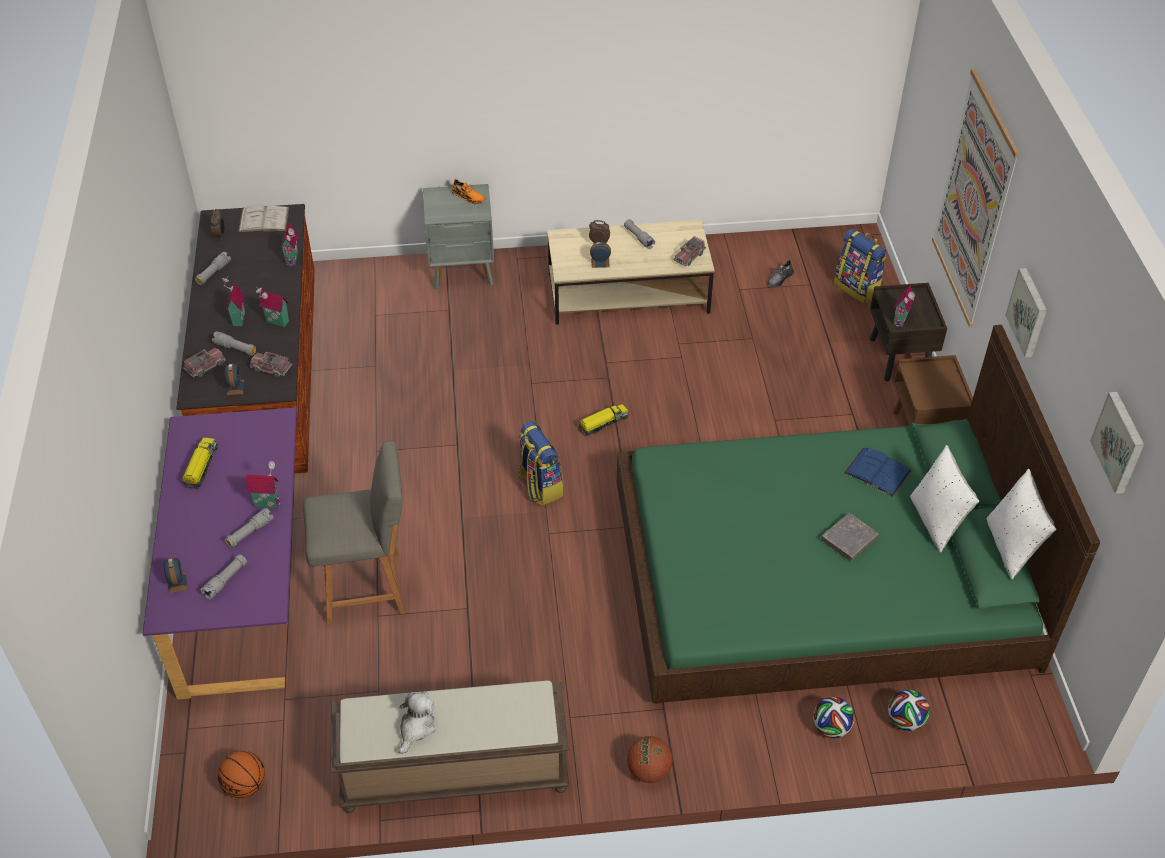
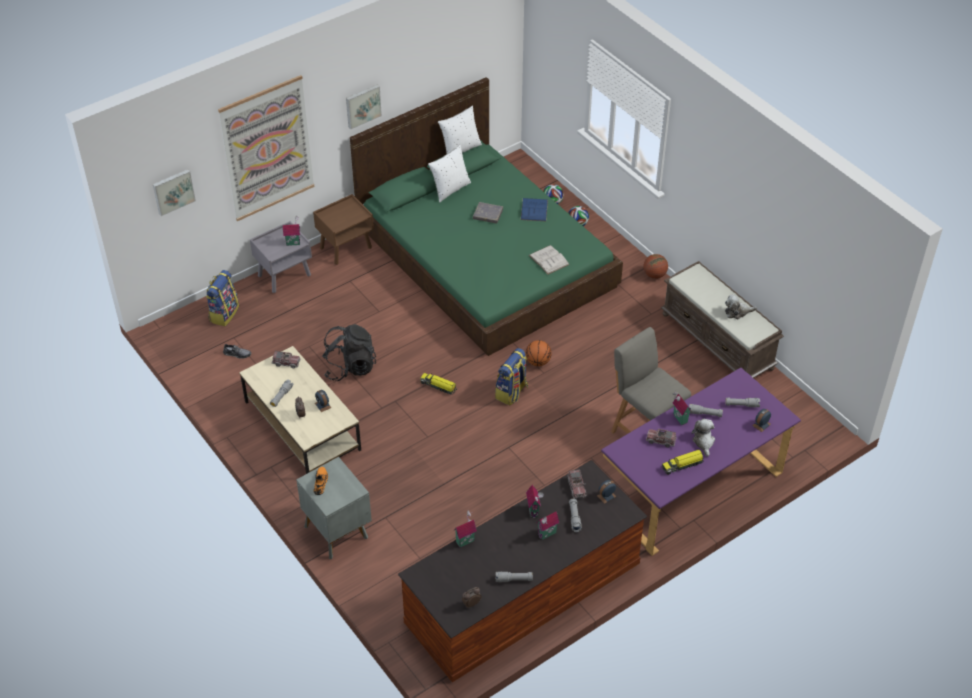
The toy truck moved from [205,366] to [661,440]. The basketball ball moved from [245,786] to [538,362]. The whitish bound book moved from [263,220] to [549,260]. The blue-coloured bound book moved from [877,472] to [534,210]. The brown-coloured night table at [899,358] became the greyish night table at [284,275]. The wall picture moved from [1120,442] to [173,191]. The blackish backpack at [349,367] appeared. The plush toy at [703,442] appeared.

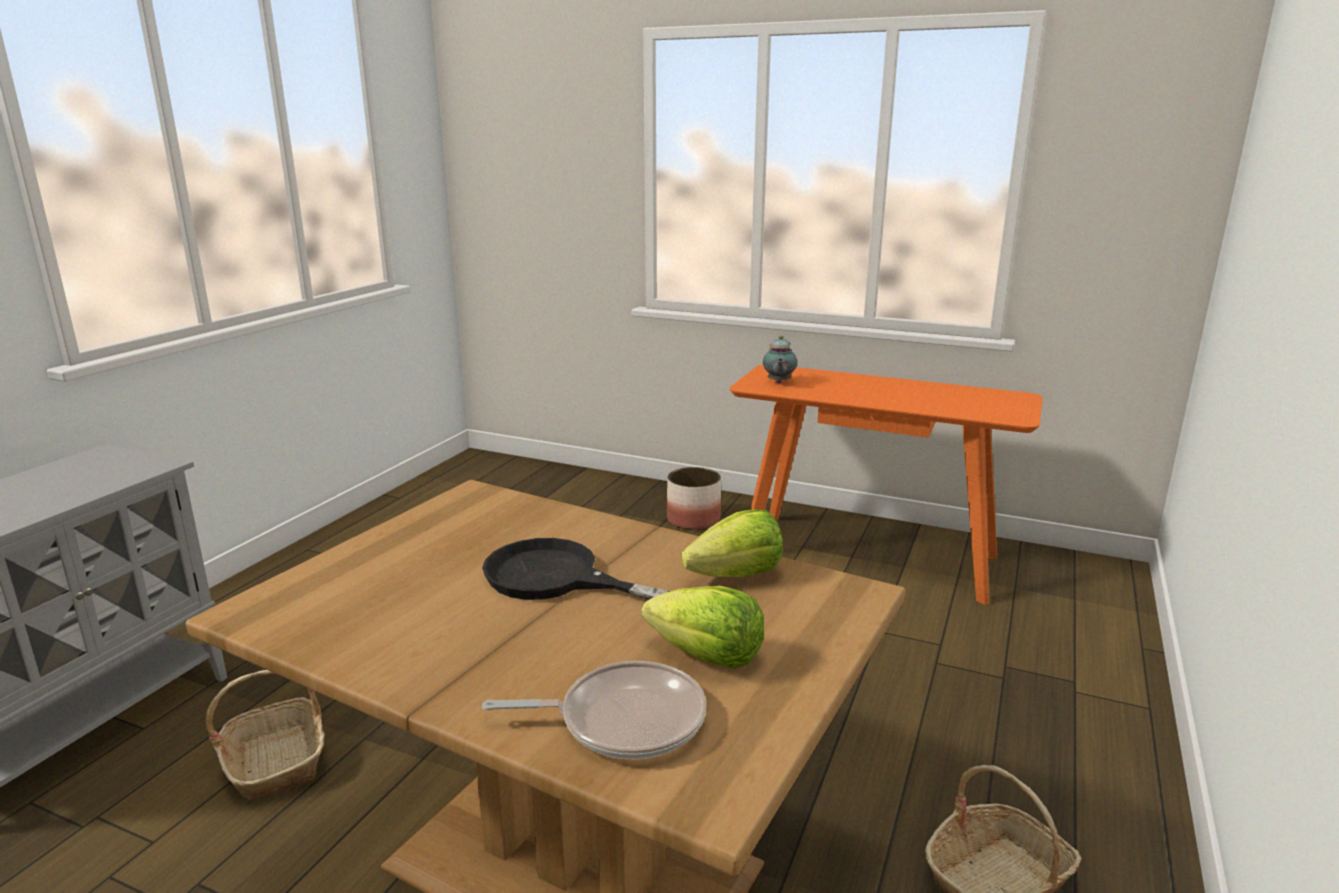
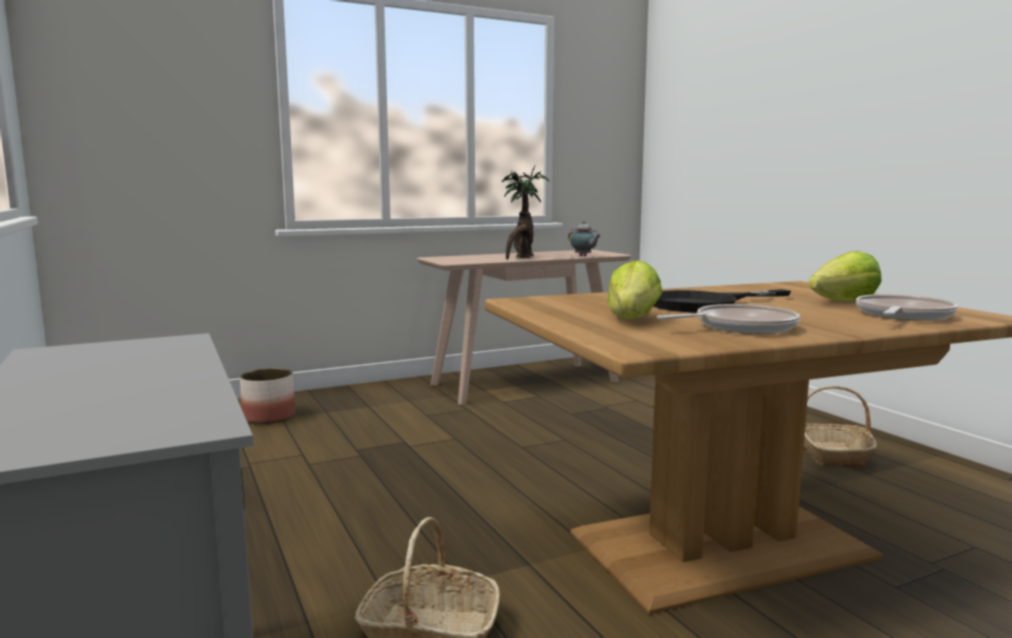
The flower pot moved from [693,520] to [269,417]. The head of lettuce moved from [737,575] to [632,319]. The orangey hall table at [868,555] became the beige hall table at [525,382]. The tea pot moved from [778,382] to [583,256]. The potted plant at [521,258] appeared. The frying pan at [739,327] appeared.

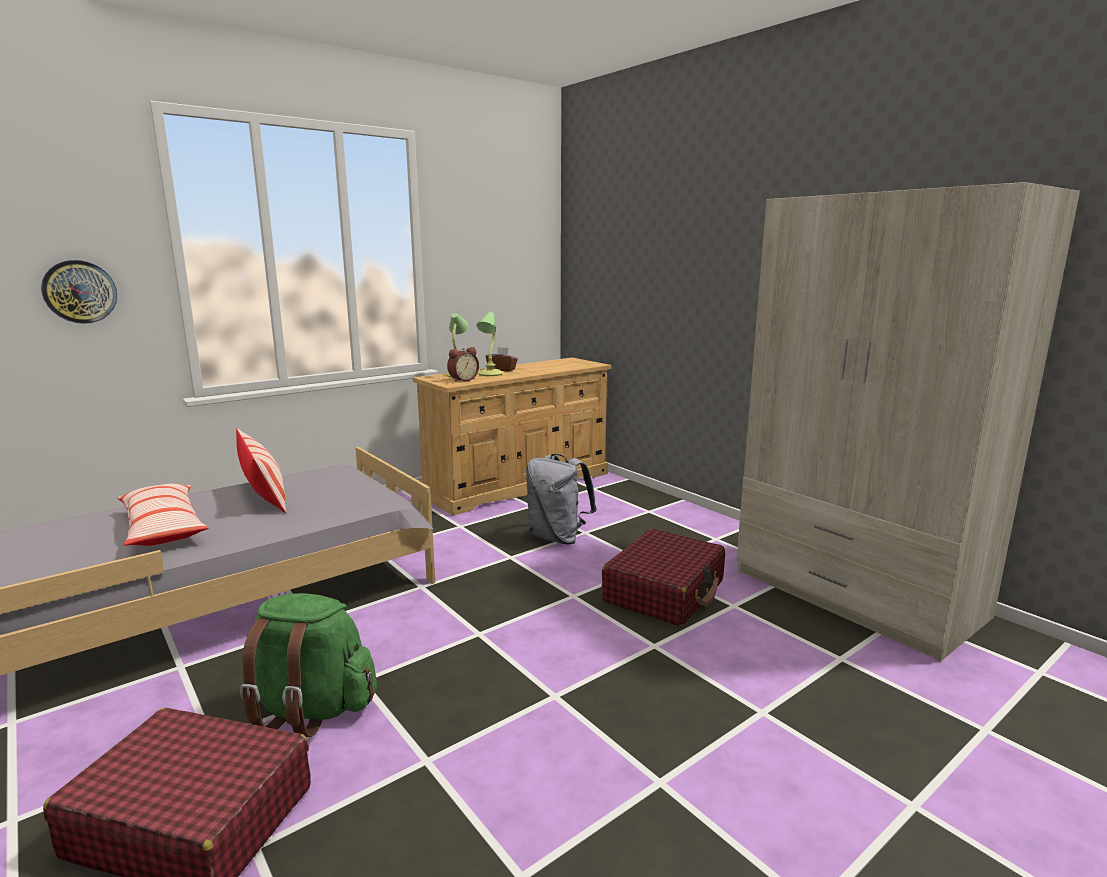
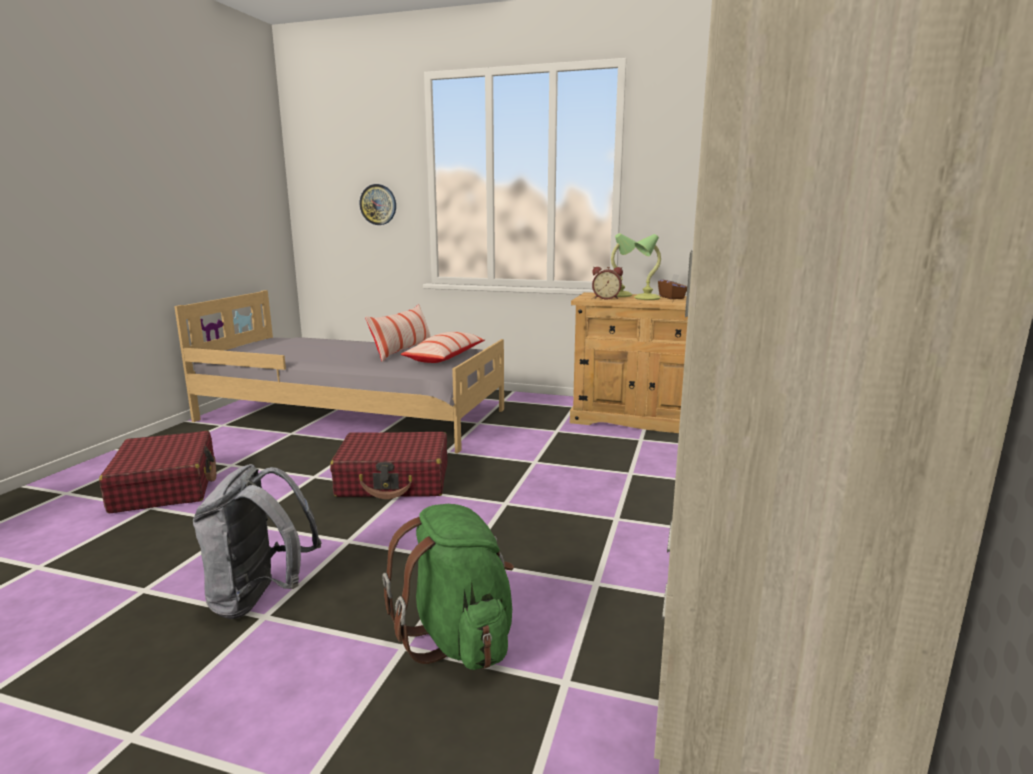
The cushion moved from [163,527] to [445,357]. The green backpack moved from [311,709] to [458,638]. The greyish backpack moved from [558,537] to [260,599]. The red-coloured piece of luggage moved from [664,591] to [394,480].

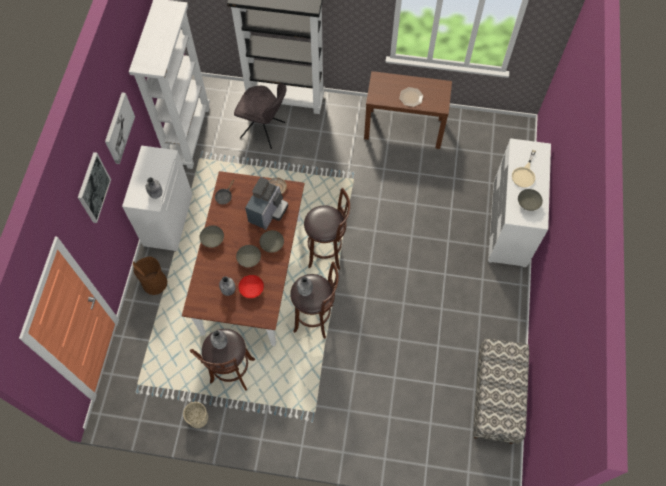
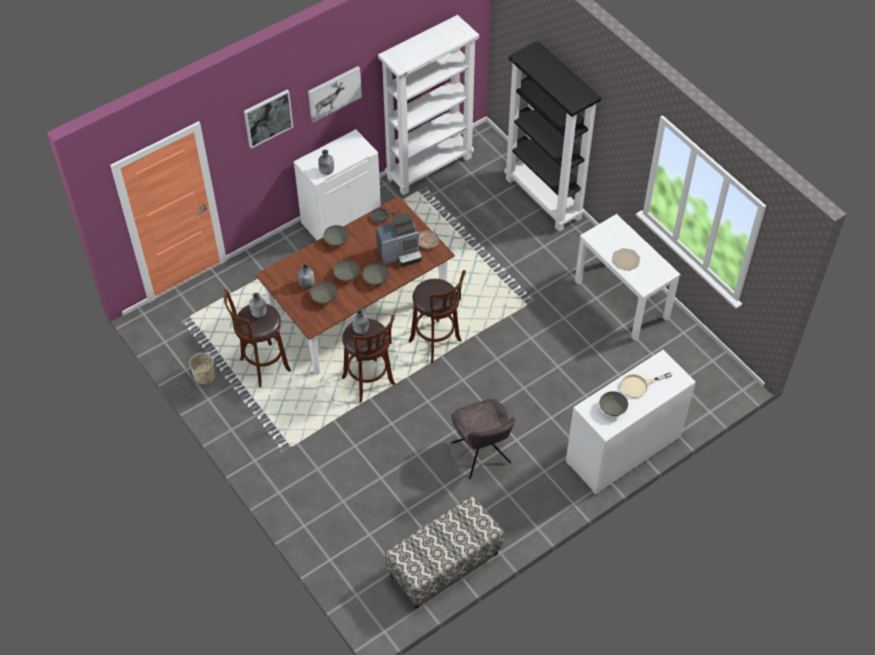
The brown-coloured trash can at [155,283] disappeared. The greyish chair moved from [264,131] to [482,455]. The red-coloured serving bowl at [251,289] became the greyish serving bowl at [324,297]. The brown-coloured hall table at [404,128] became the whitish hall table at [622,299].

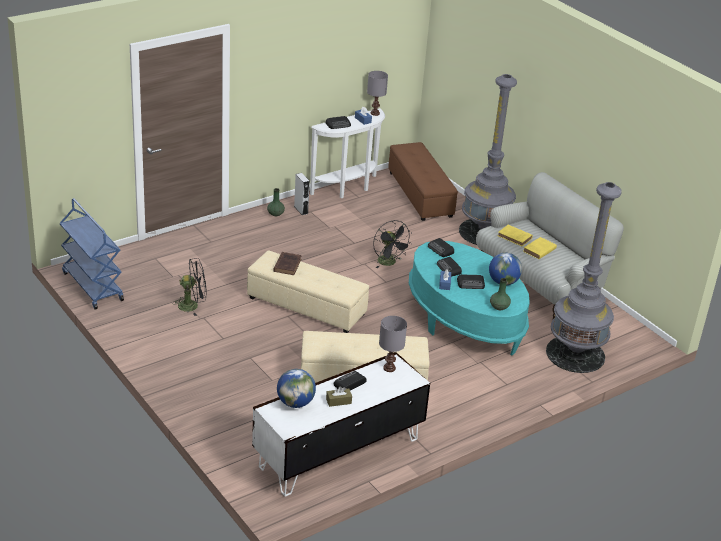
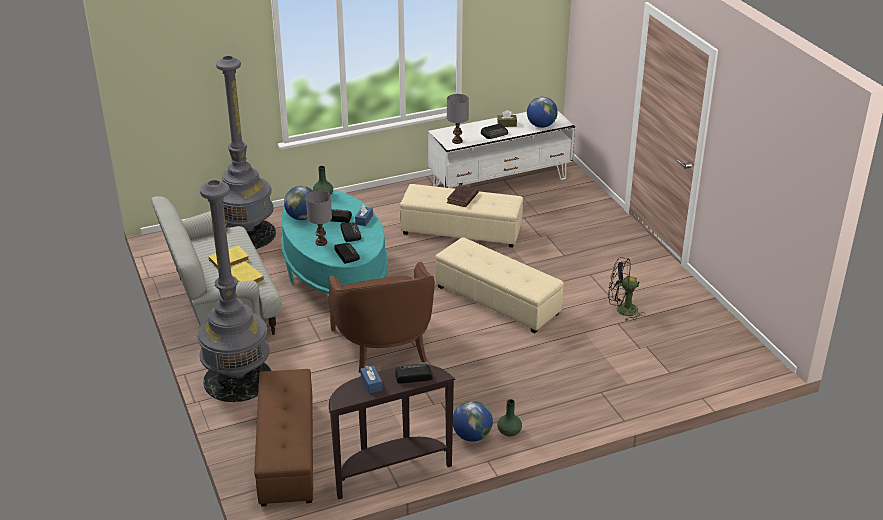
The blue-coloured cart at [92,286] disappeared. The brown-coloured bound book moved from [287,265] to [462,198]. The greyish speaker at [301,210] was replaced by the globe at [472,436]. The whitish hall table at [348,189] became the brown-coloured hall table at [390,472]. The greyish tabletop lamp moved from [375,113] to [320,242]. The blackish electric fan at [389,263] was replaced by the brown-coloured armchair at [384,344].

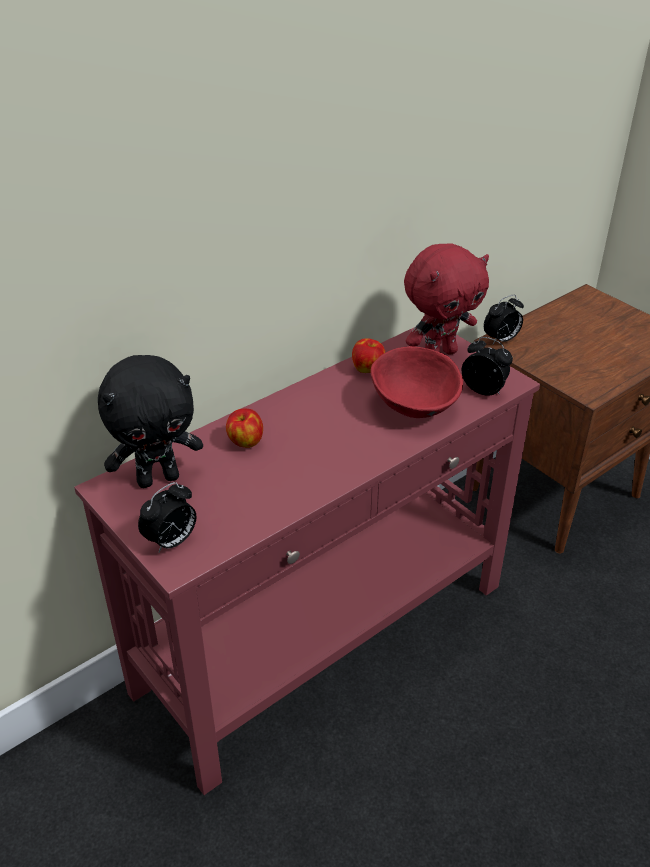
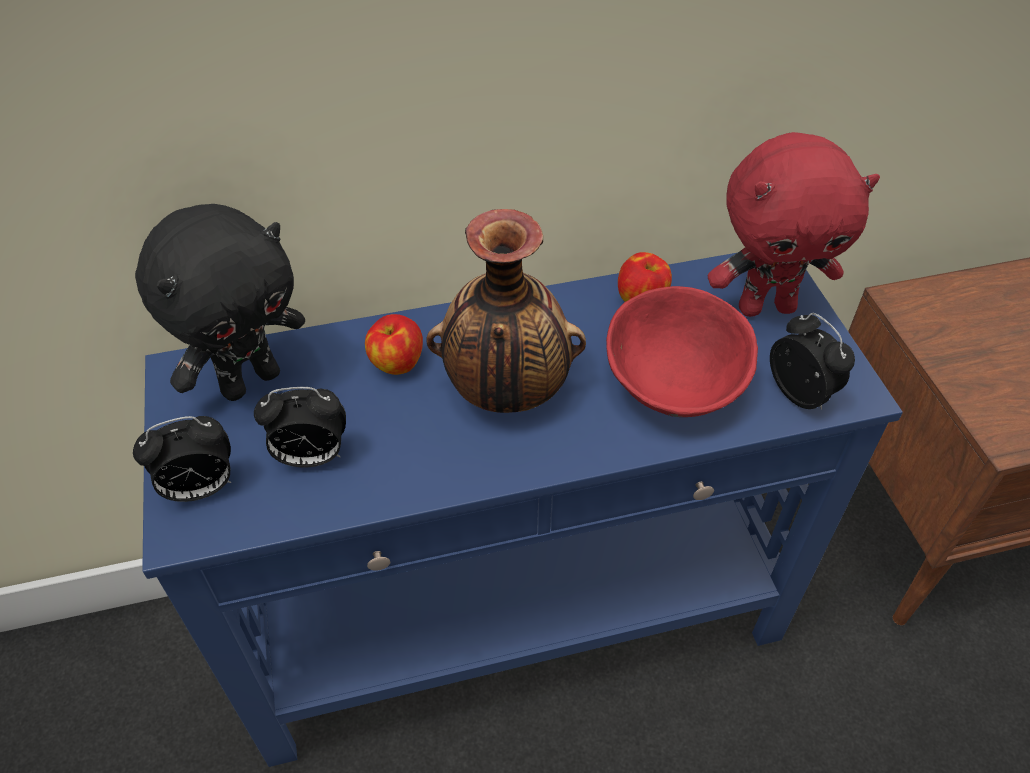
The red-coloured hall table at [326,637] became the blue-coloured hall table at [517,618]. The blackish plush toy at [158,478] turned 45 degrees counterclockwise. The bedside clock moved from [501,340] to [311,457]. The decorative vase at [506,391] appeared.

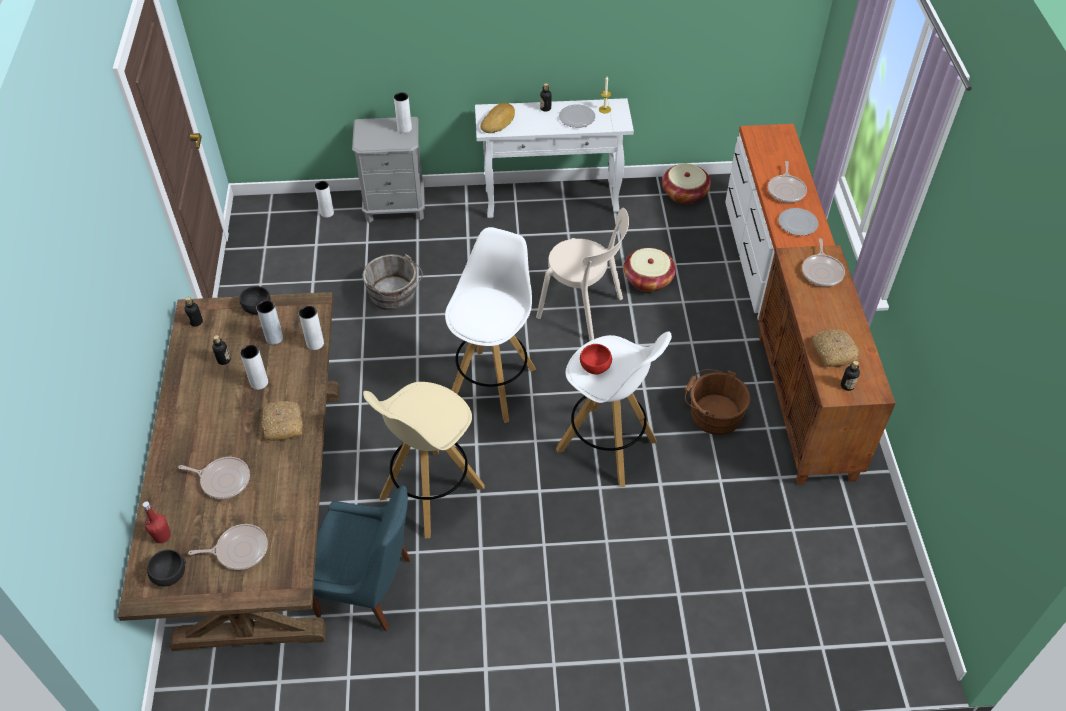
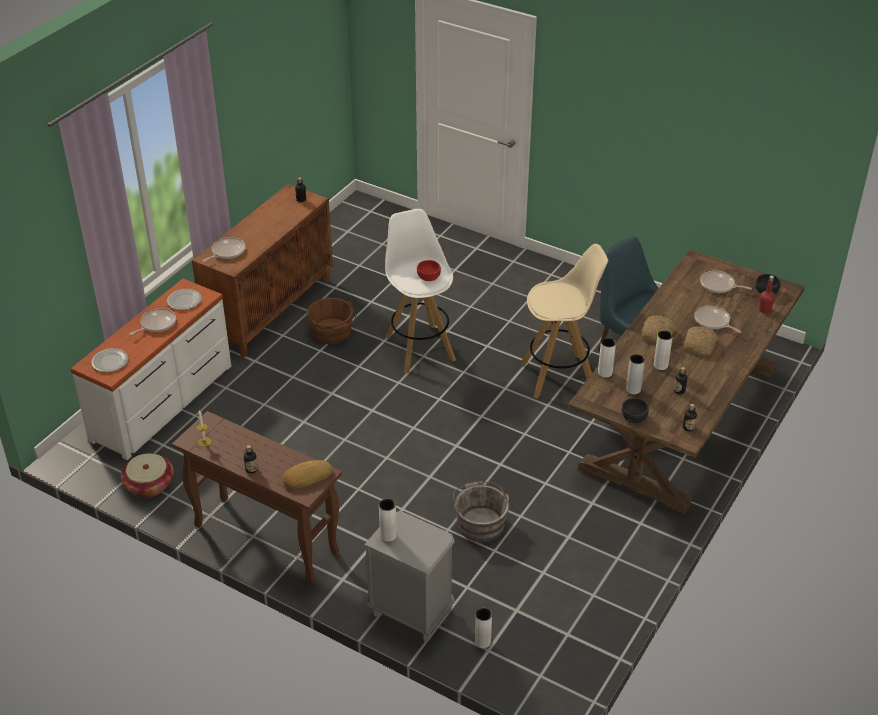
The whitish stool at [493,384] disappeared. The whitish hall table at [553,200] became the brown-coloured hall table at [264,539]. The beige chair at [583,309] disappeared. The plate moved from [577,118] to [110,361]. The storage basket at [648,279] disappeared. The bread moved from [833,352] to [700,345].

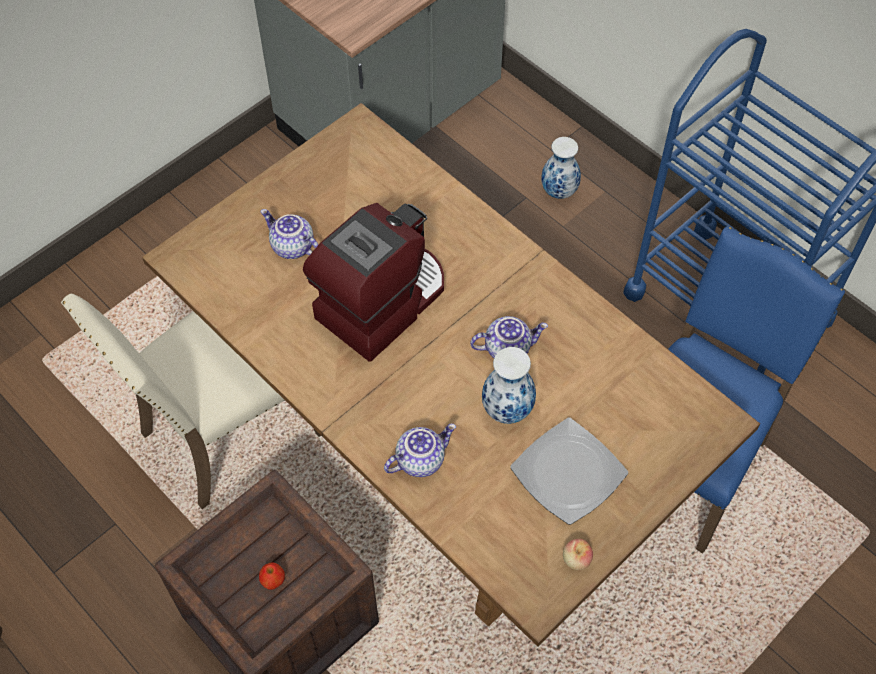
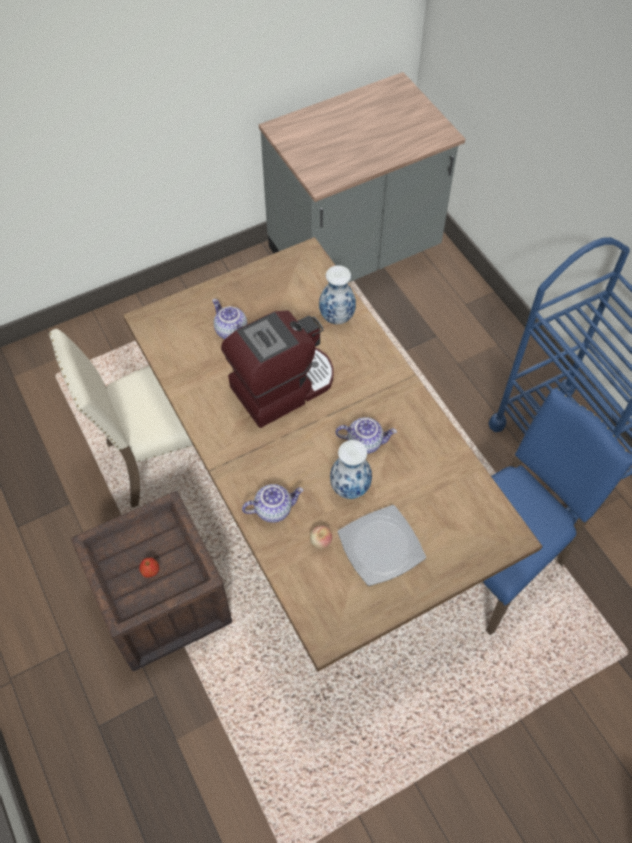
The decorative vase moved from [558,191] to [336,317]. The whole apple moved from [576,560] to [320,541].

